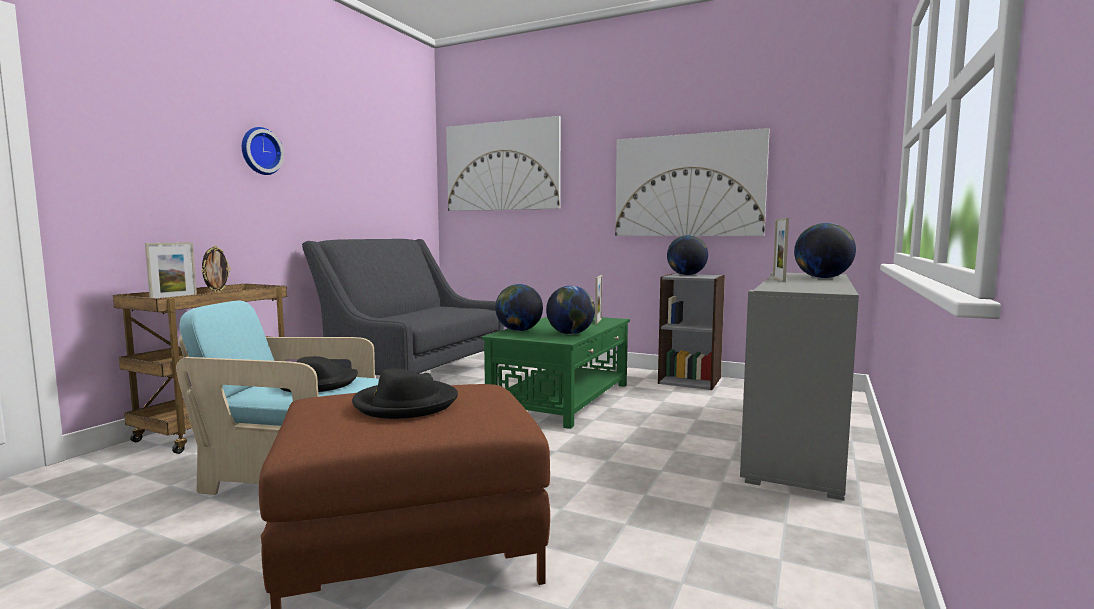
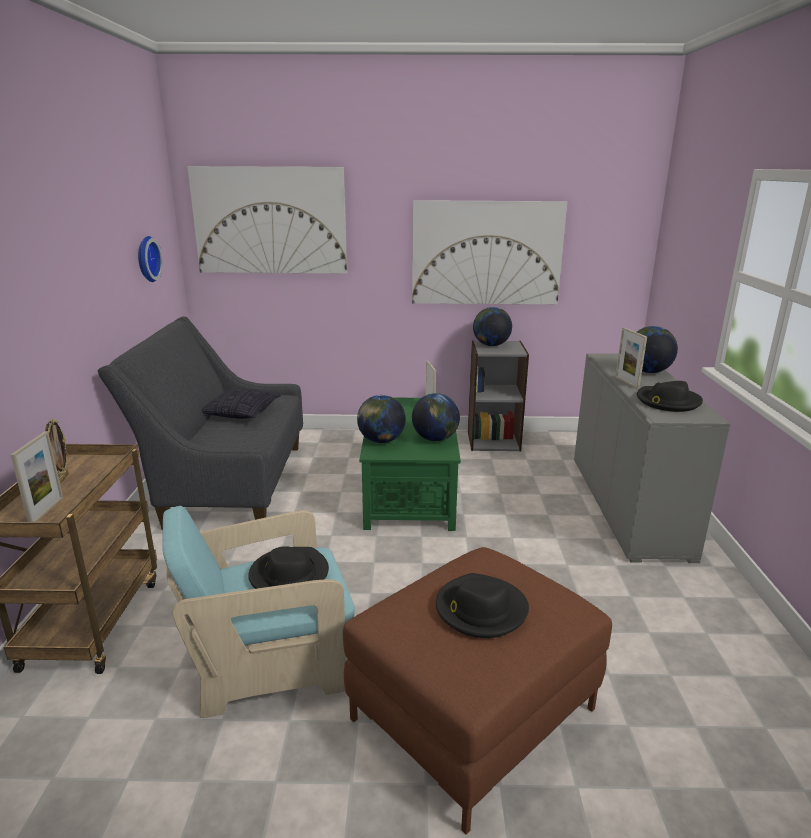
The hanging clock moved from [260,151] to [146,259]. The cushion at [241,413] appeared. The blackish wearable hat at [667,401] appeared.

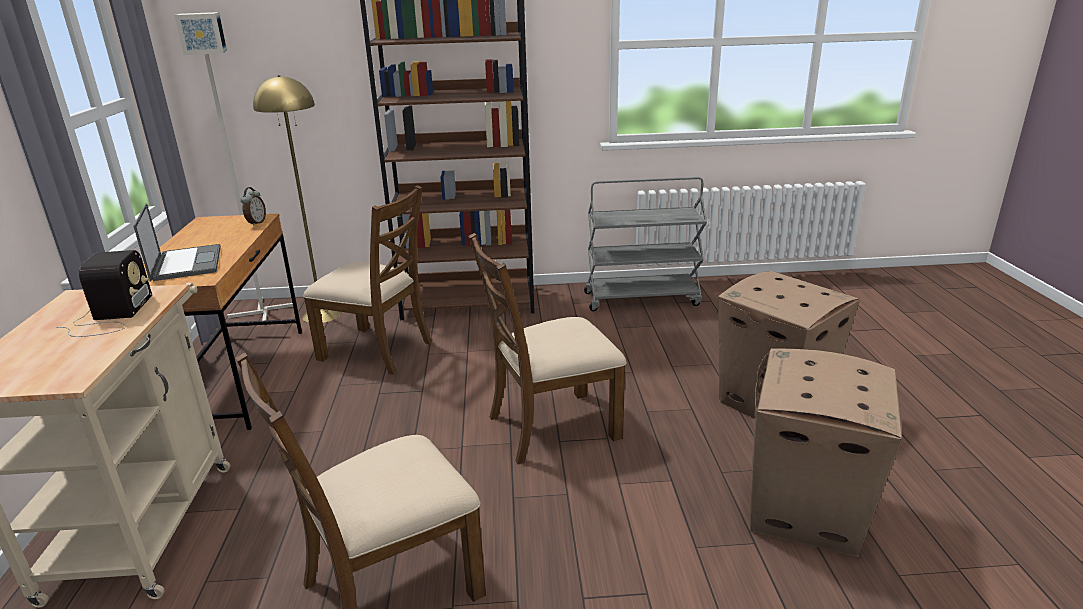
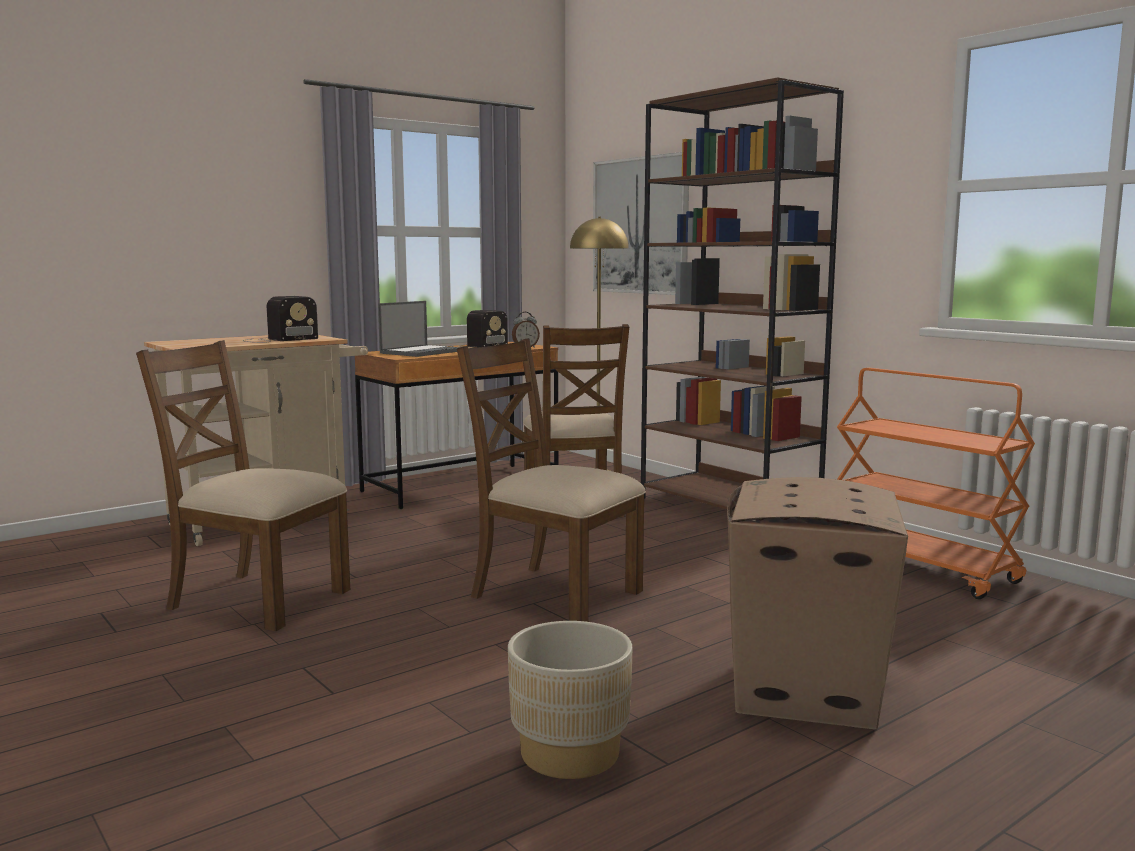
The greyish floor lamp at [261,311] disappeared. The greyish cart at [642,298] became the orangey cart at [922,569]. The packing box at [805,512] was replaced by the beige flower pot at [569,753]. The radio receiver at [476,347] appeared. The wall picture at [640,226] appeared.

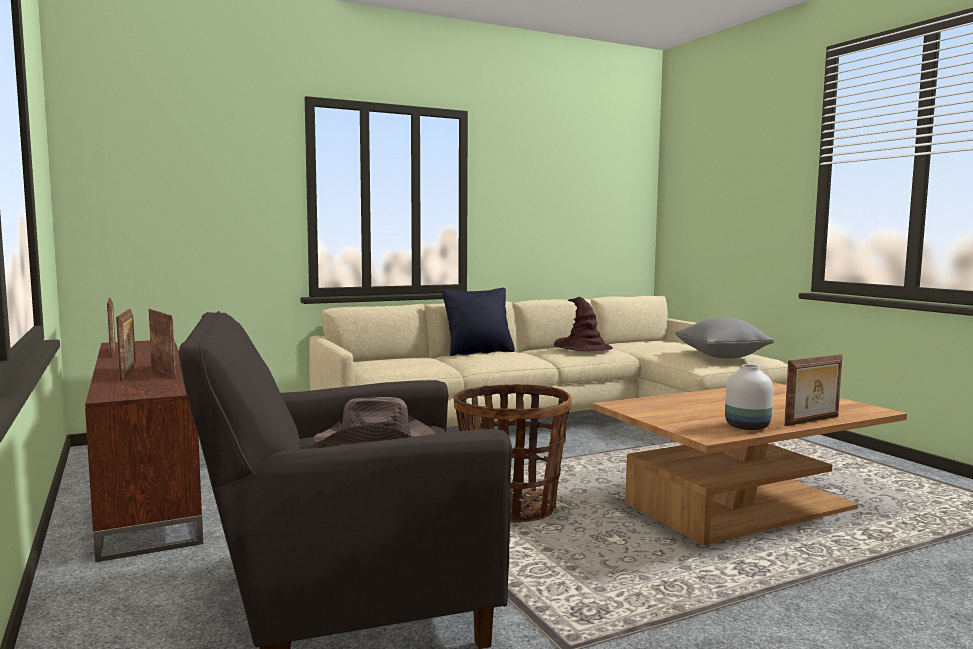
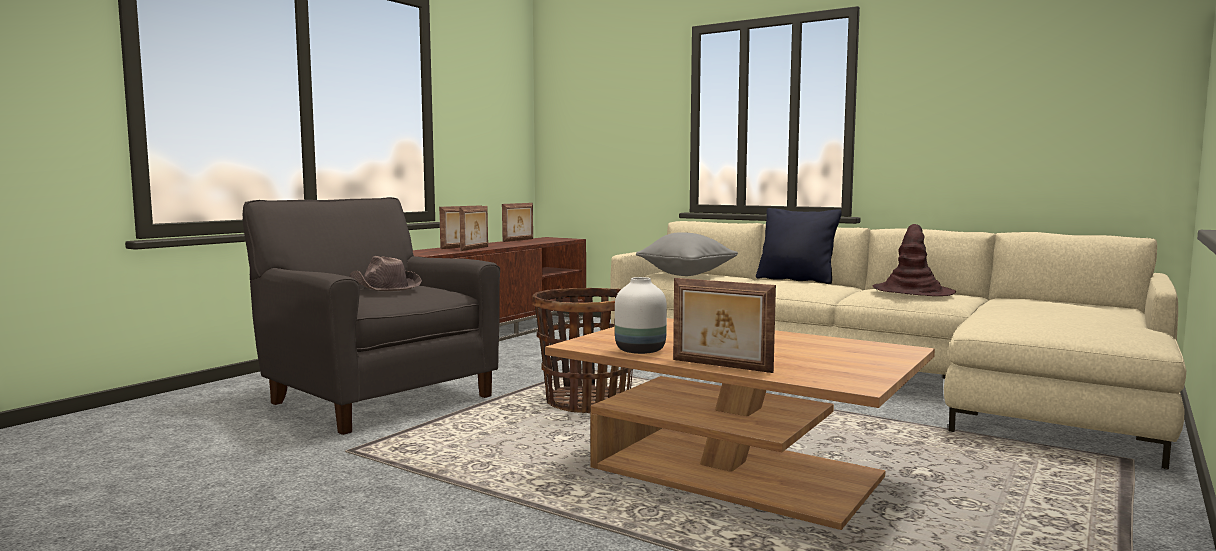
The greyish cushion moved from [722,356] to [686,274].

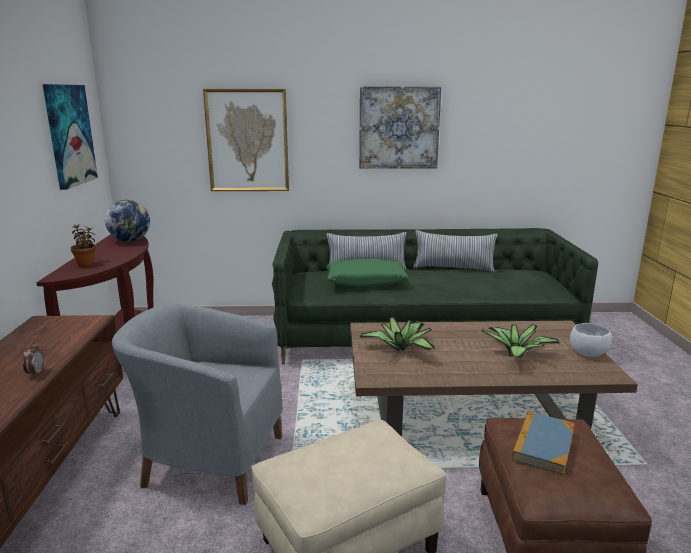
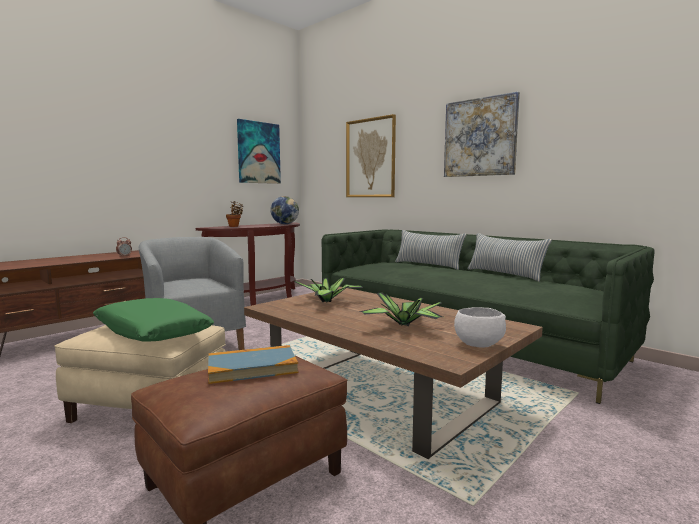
The green cushion moved from [365,281] to [152,332].

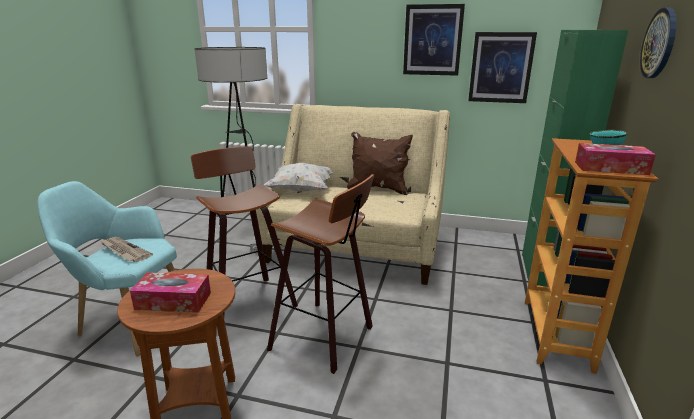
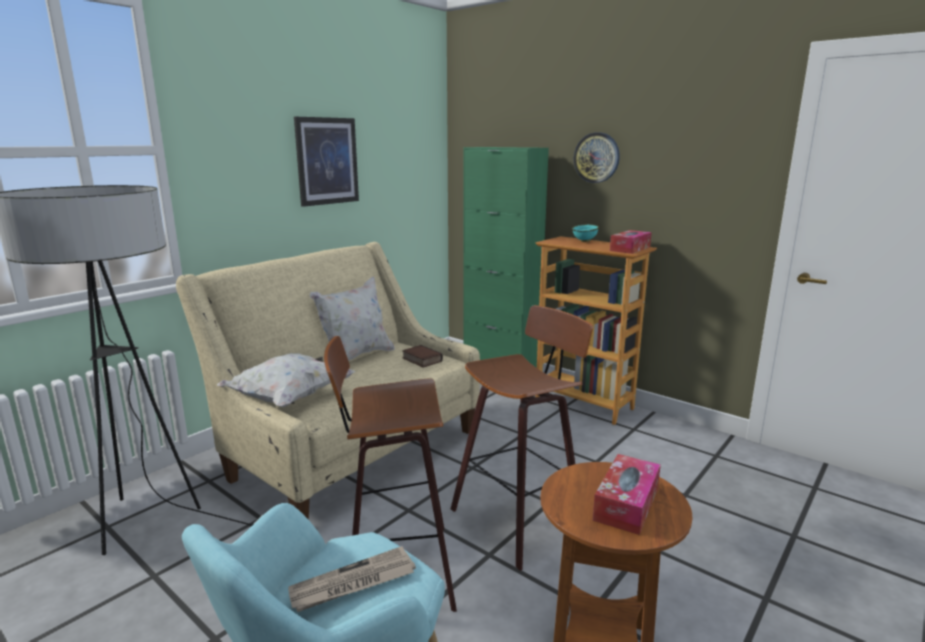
The brown-coloured cushion at [378,189] became the whitish cushion at [356,357]. The wall picture at [500,68] disappeared. The bound book at [421,360] appeared.

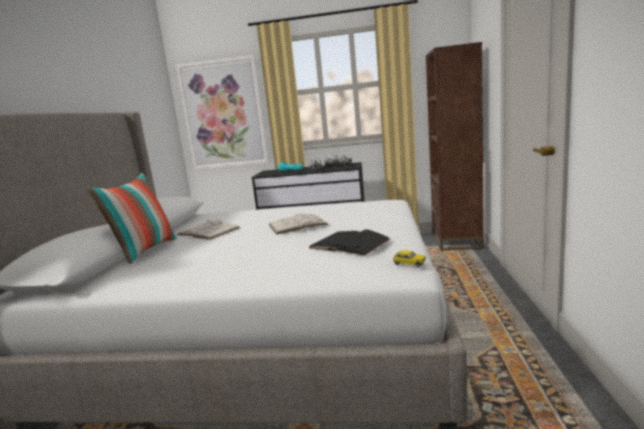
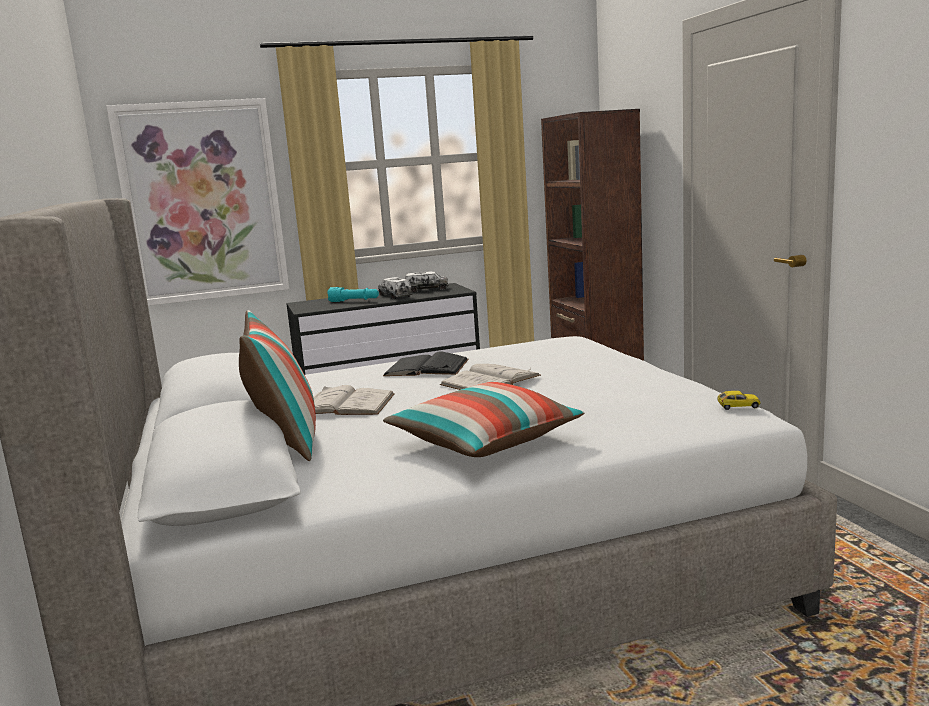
The blackish bound book moved from [349,243] to [426,367]. The cushion at [484,442] appeared.

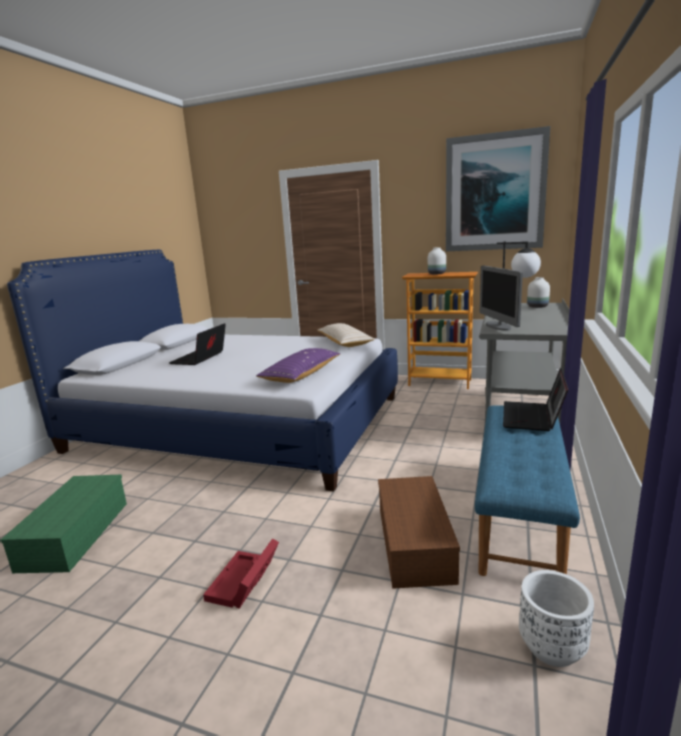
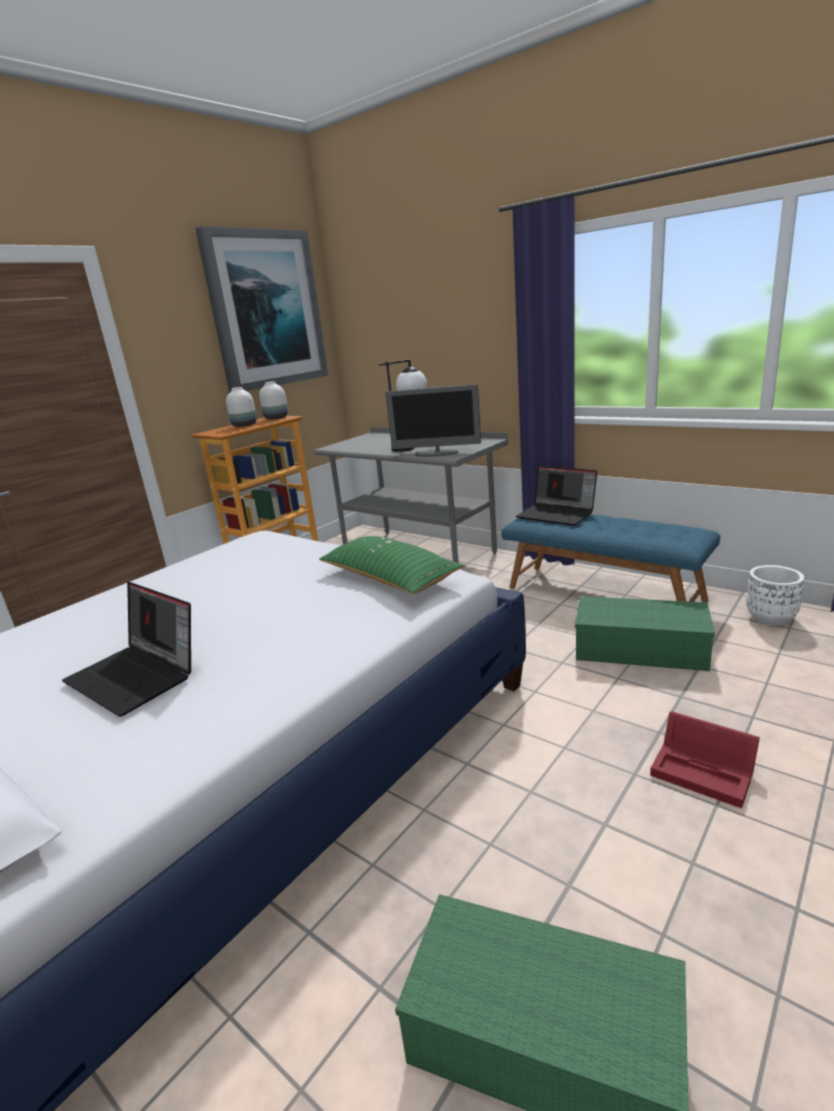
The purple-coloured cushion at [301,374] became the green cushion at [390,578]. The beige cushion at [344,342] disappeared. The brown-coloured storage container at [416,544] became the green storage container at [642,648]. The whitish decorative vase moved from [537,307] to [275,418].

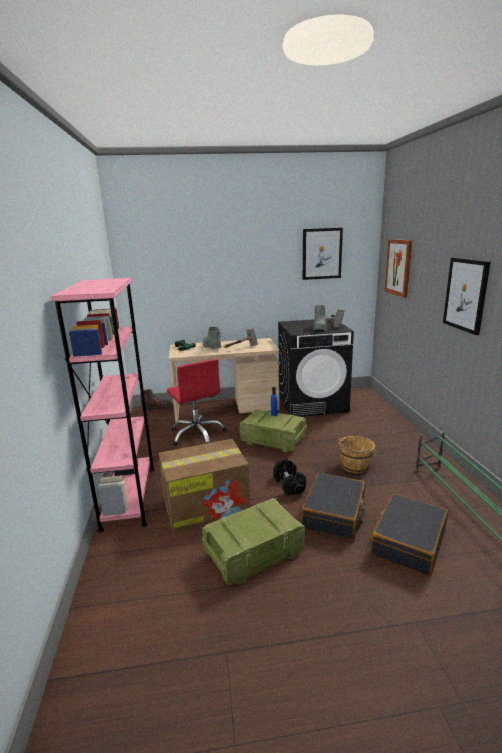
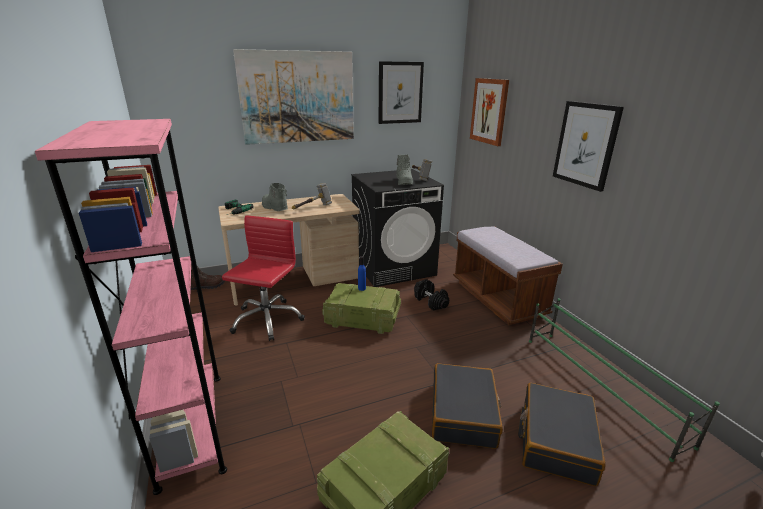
The packing box at [207,504] disappeared. The red-coloured desk chair at [197,434] turned 120 degrees counterclockwise. The blackish free weight moved from [289,484] to [431,302]. The brown-coloured water bucket at [354,466] disappeared. The wall picture at [298,97] appeared. The brown-coloured indoor bench at [497,298] appeared.

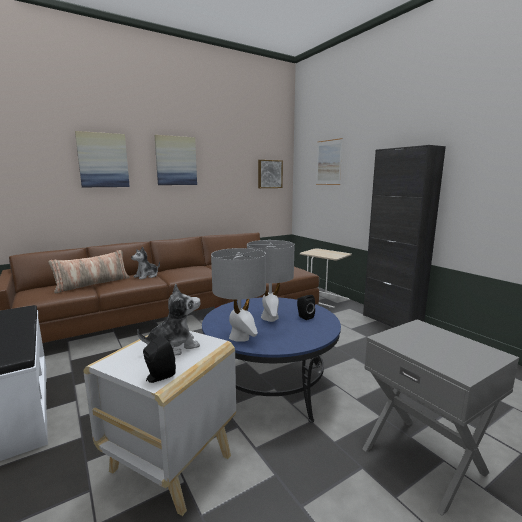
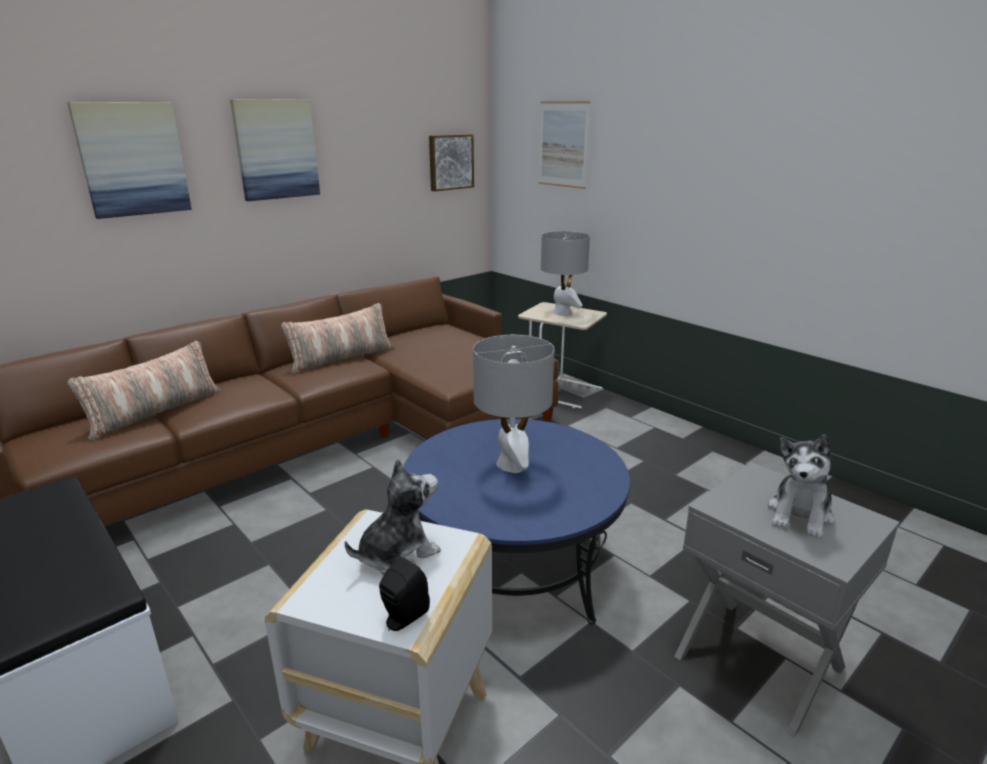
The plush toy moved from [147,276] to [800,515]. The greyish tabletop lamp moved from [240,337] to [562,312]. The blackish speaker at [304,316] disappeared. The blackish storage cabinet at [391,321] disappeared. The cushion at [341,358] appeared.

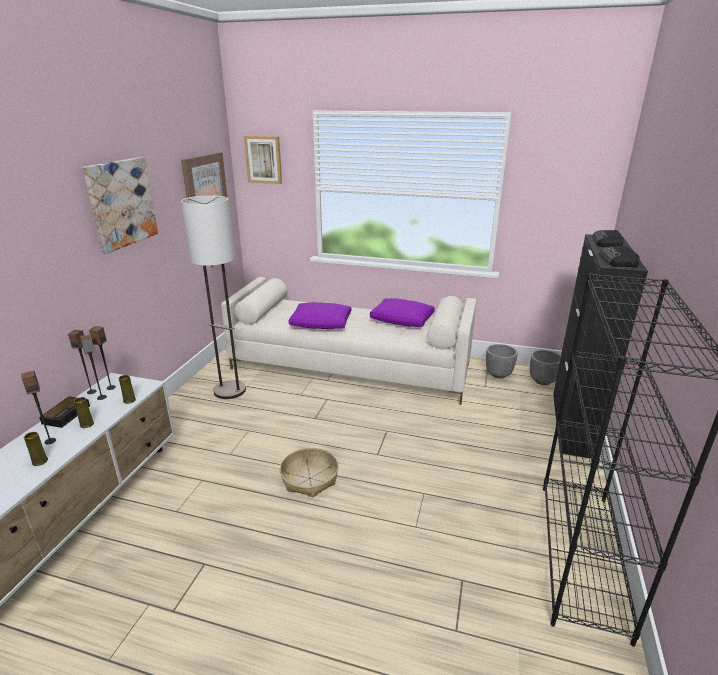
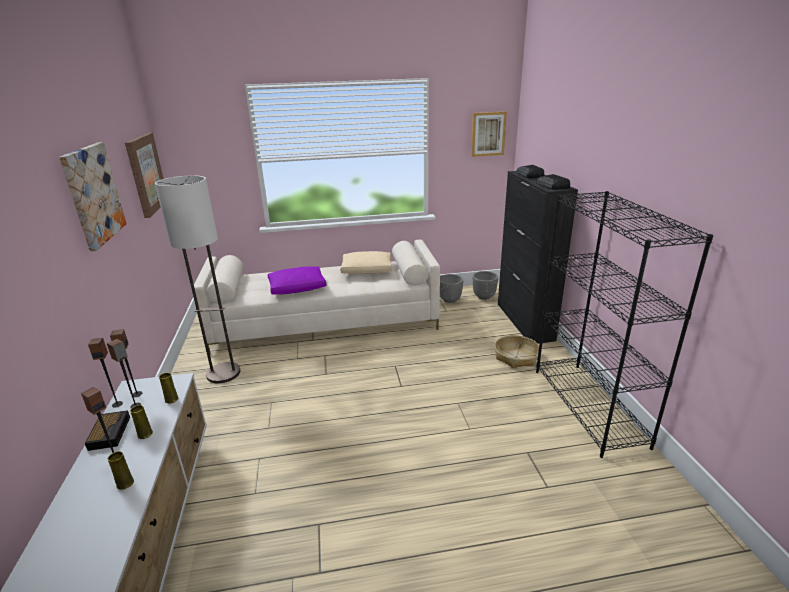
The wall picture moved from [263,159] to [488,134]. The storage basket moved from [310,478] to [516,357]. The purple-coloured cushion at [402,320] became the beige cushion at [367,270].

